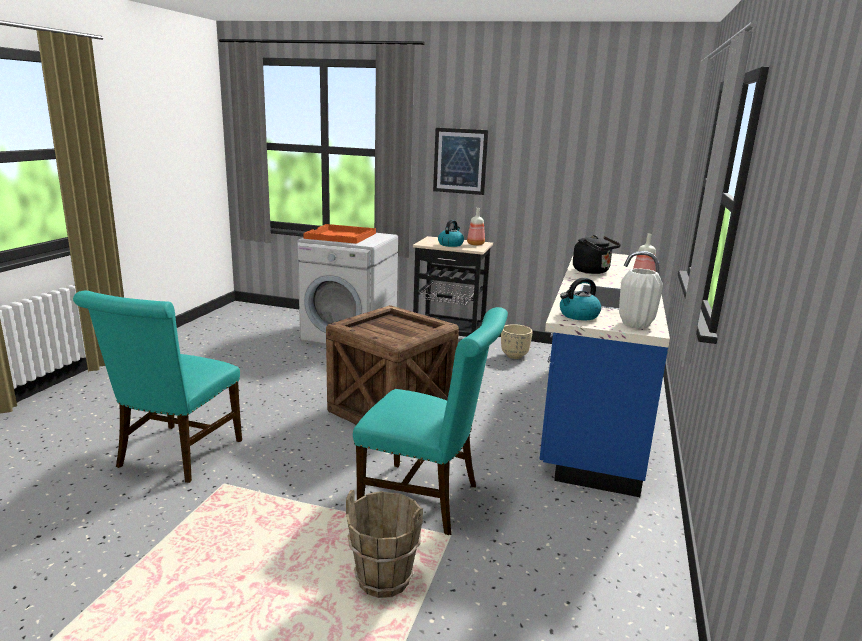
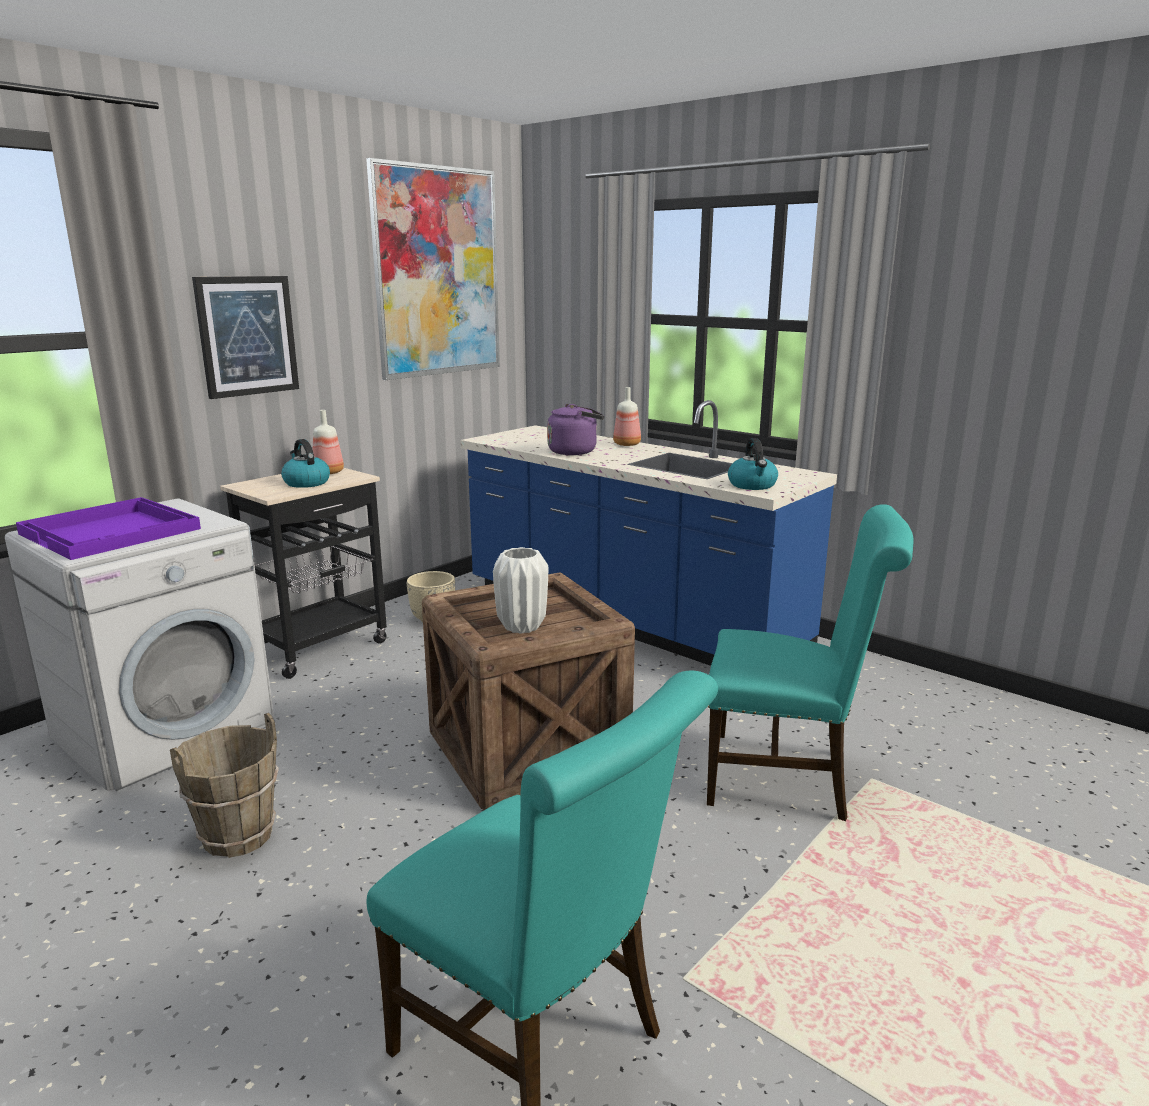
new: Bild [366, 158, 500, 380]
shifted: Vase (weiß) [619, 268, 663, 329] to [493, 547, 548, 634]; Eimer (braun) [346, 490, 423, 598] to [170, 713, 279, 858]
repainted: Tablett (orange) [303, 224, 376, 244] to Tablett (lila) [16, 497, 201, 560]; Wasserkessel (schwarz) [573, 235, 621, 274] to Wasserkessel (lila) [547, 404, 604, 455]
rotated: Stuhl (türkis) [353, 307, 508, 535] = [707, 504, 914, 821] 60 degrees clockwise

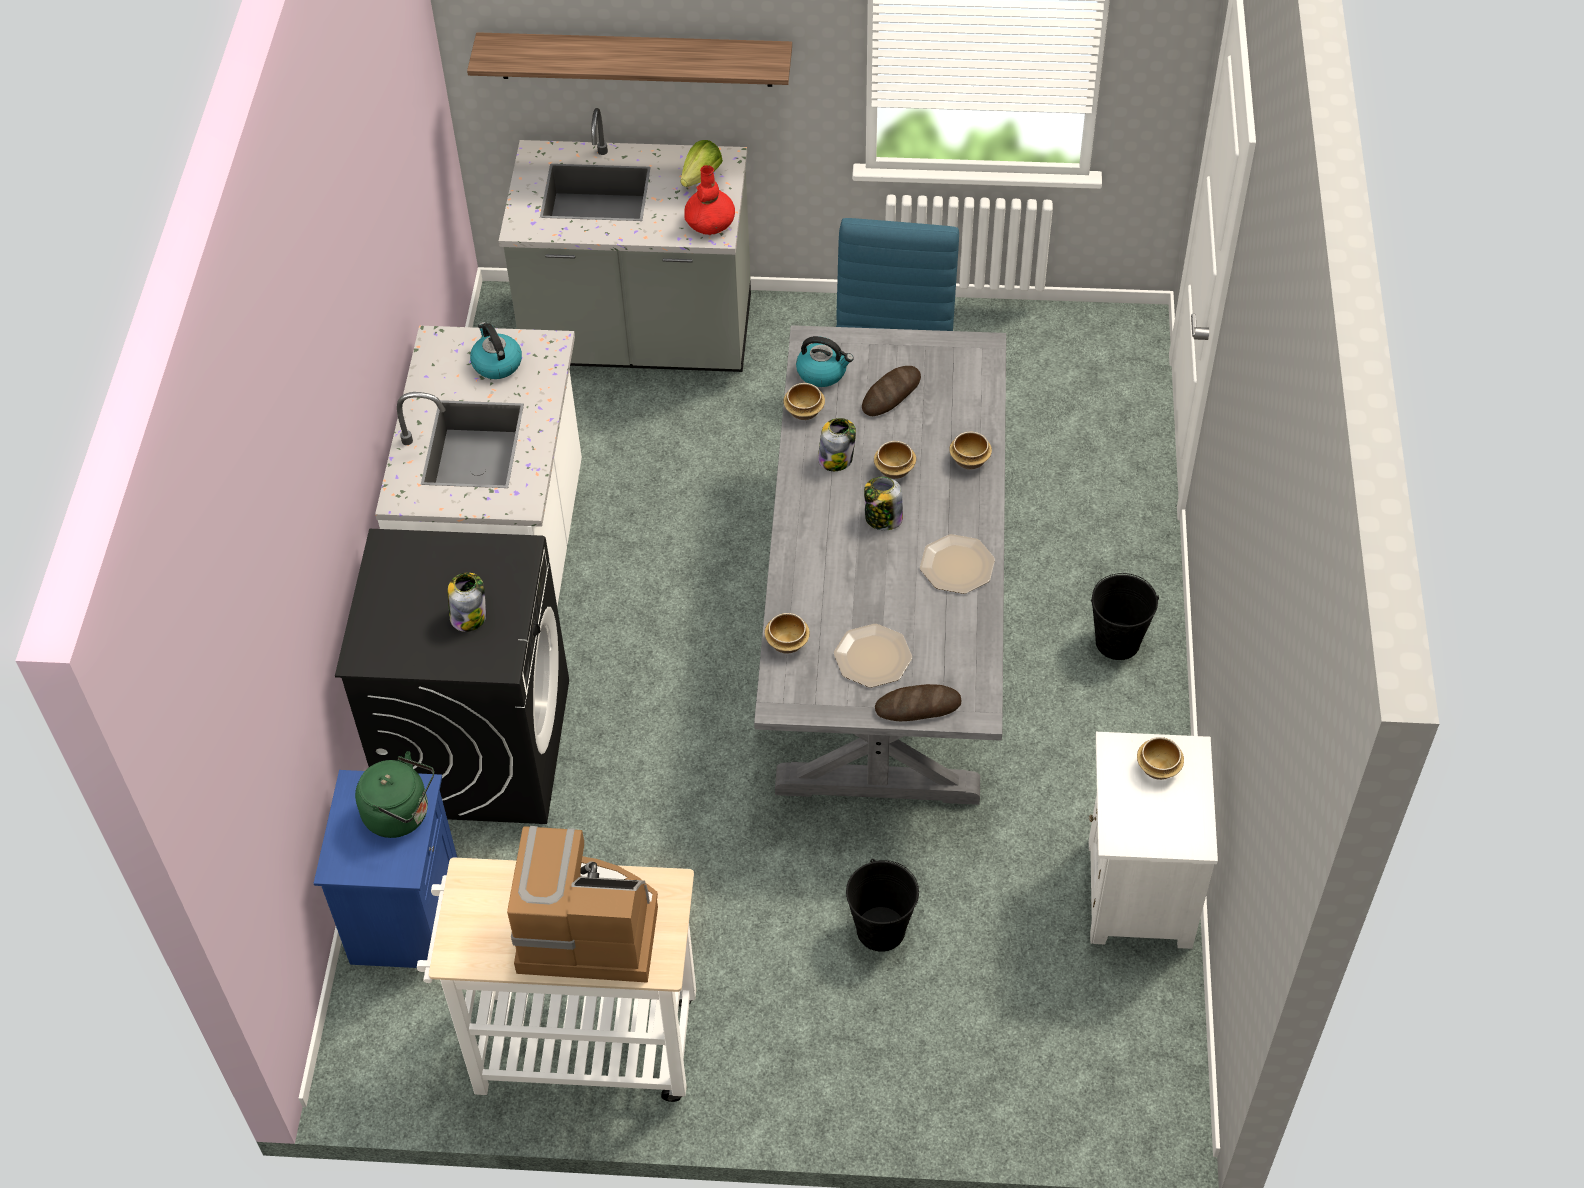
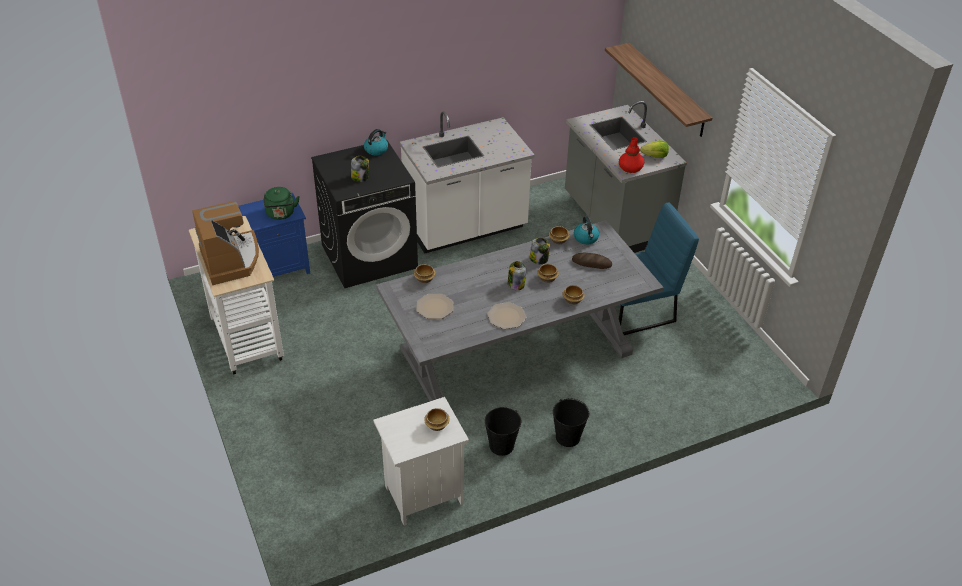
gone: Brot [875, 684, 961, 721]
shifted: Wasserkessel [470, 322, 522, 379] to [364, 129, 388, 156]; Eimer (schwarz) [846, 859, 919, 952] to [485, 407, 522, 456]

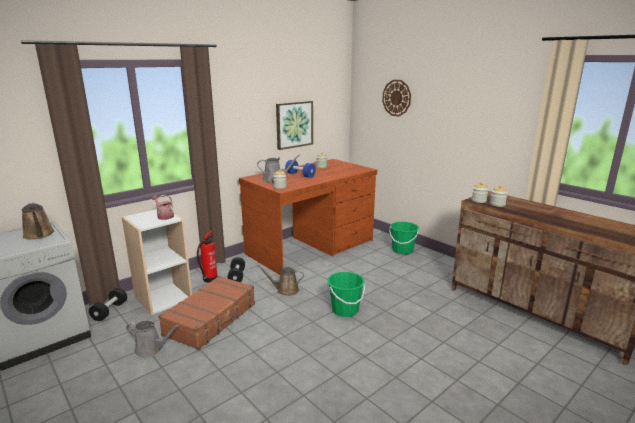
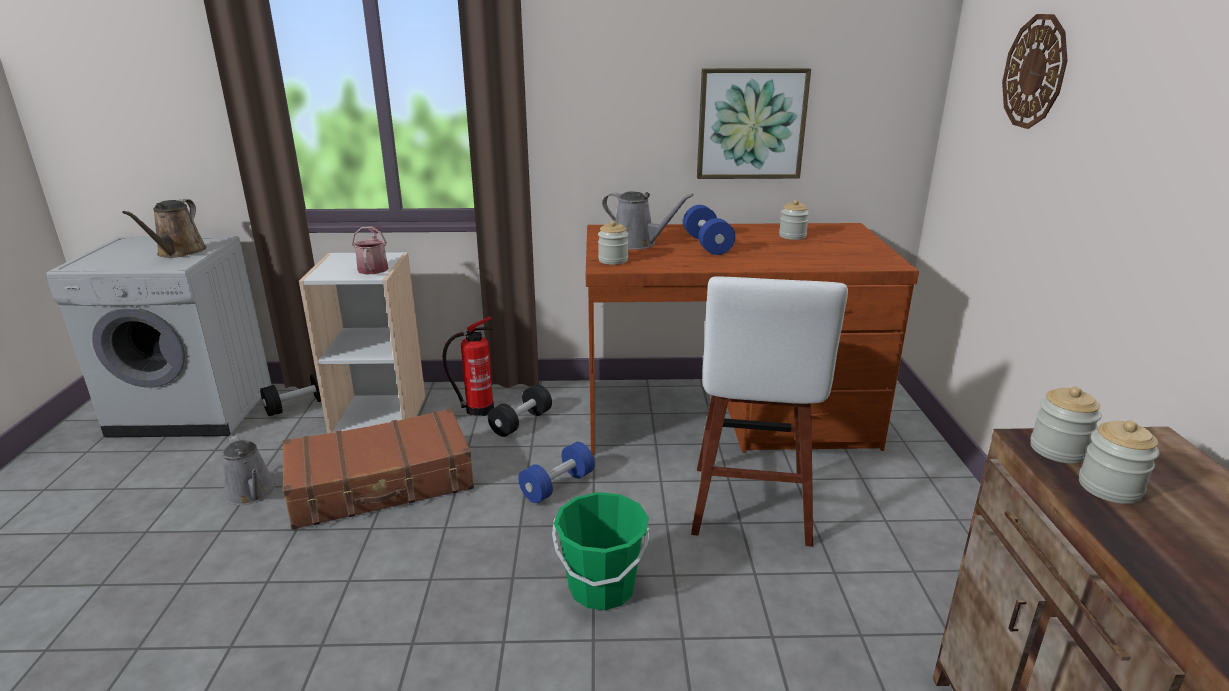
gone: Eimer (grün) [389, 222, 419, 255]
new: Hocker (weiß) [691, 276, 848, 547]
swapped: Gießkanne (braun) [257, 265, 304, 296] to Hantel (blau) [518, 442, 595, 503]

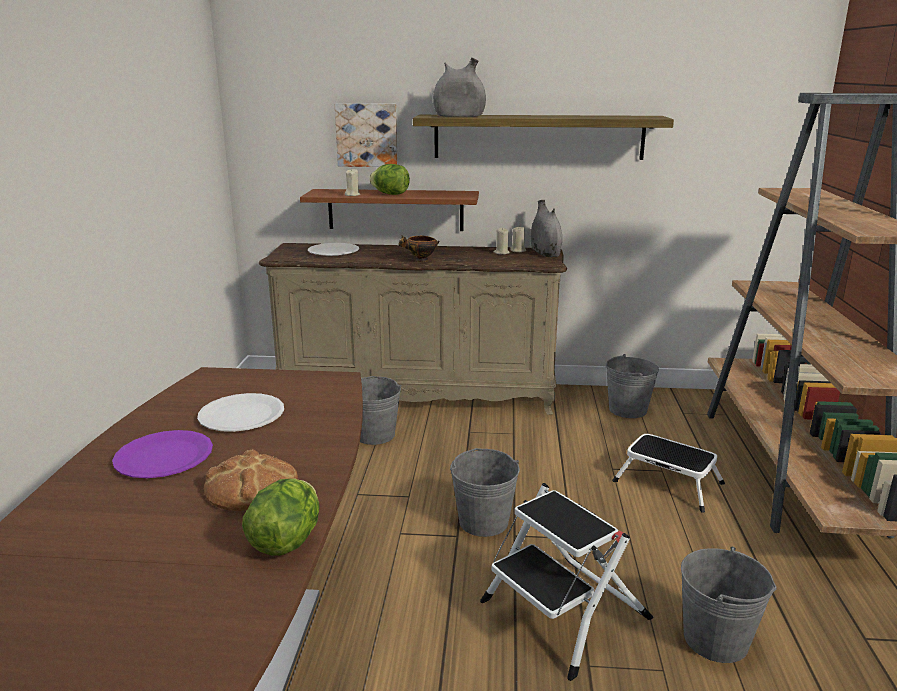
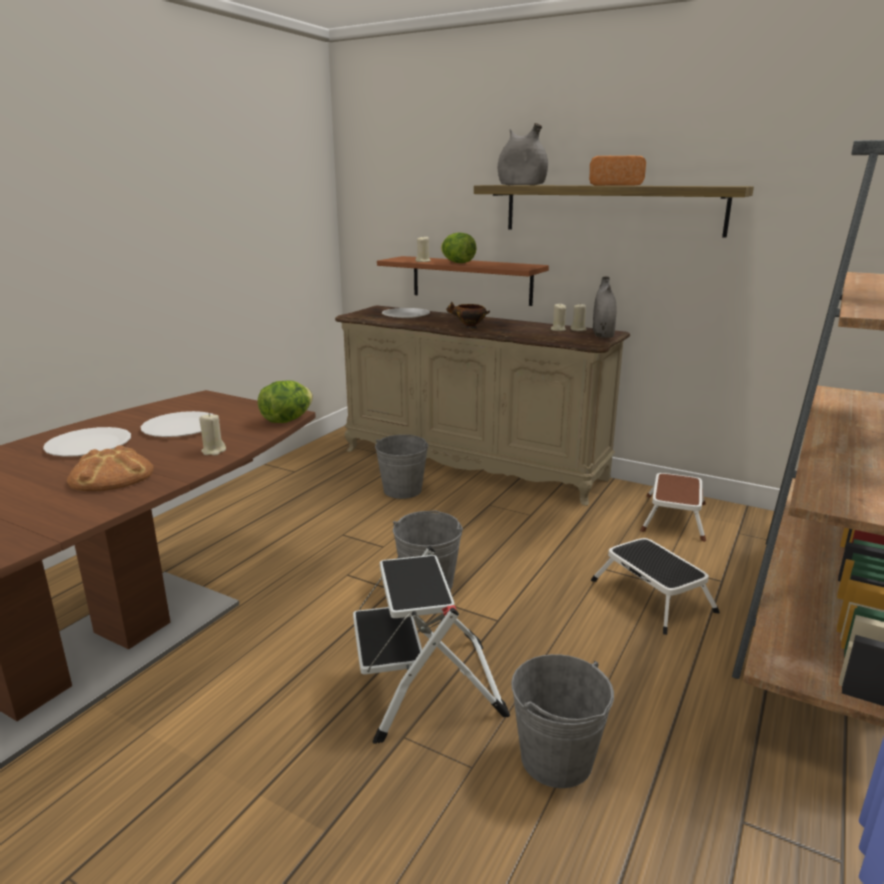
gone: Bild [335, 103, 398, 167]
new: Brot [589, 156, 646, 186]; Kerze (beige) [199, 413, 226, 456]
shifted: Salatkopf [242, 478, 320, 556] to [258, 381, 313, 423]
swapped: Eimer (grau) [606, 354, 659, 418] to Trittleiter (braun) [640, 473, 706, 542]
repainted: Teller (lila) [112, 430, 213, 478] to Teller (weiß) [43, 427, 131, 457]

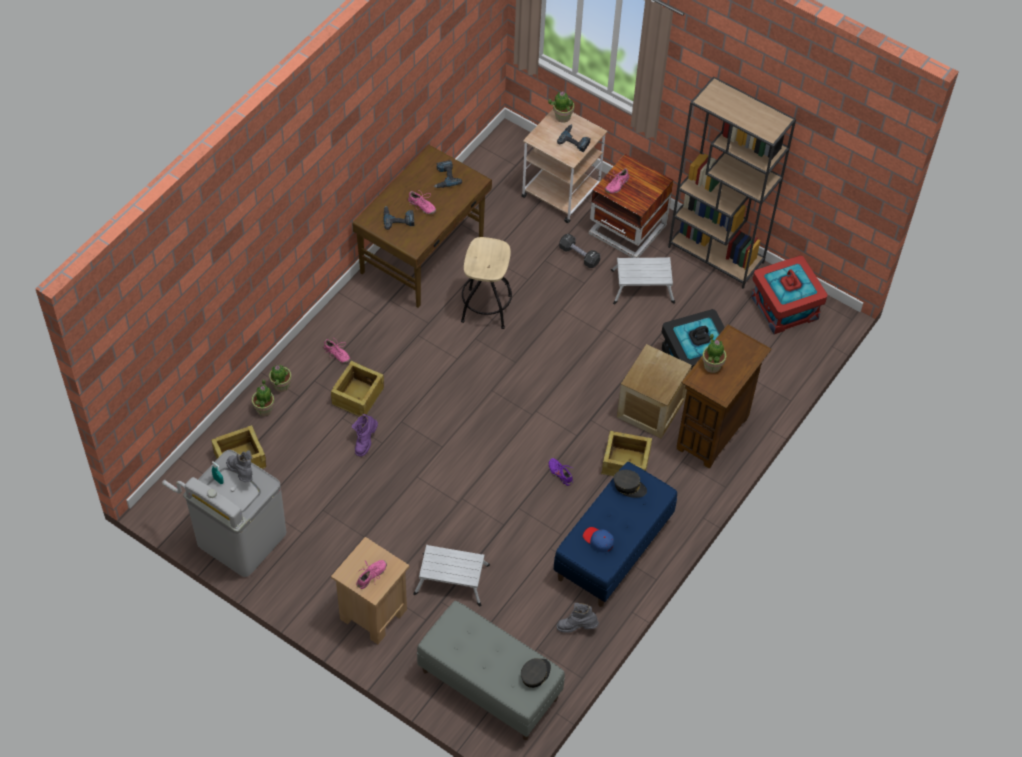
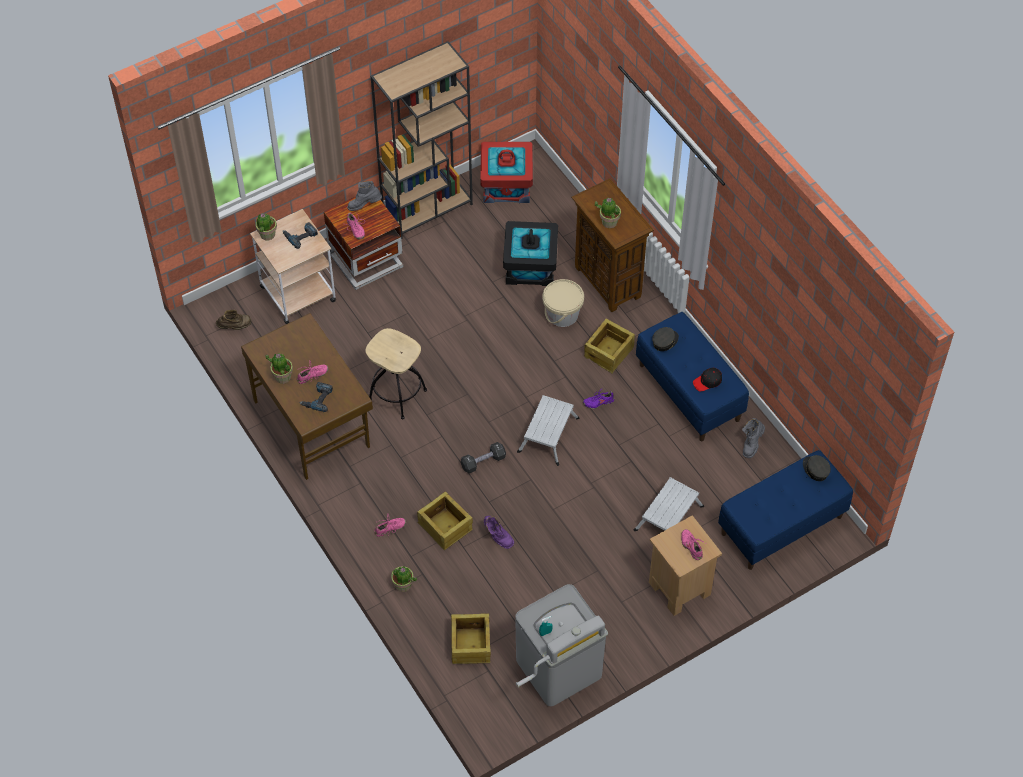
gone: Bohrmaschine [434, 160, 462, 188]
new: Stiefel (braun) [216, 310, 251, 330]
shifted: Hantel (schwarz) [559, 234, 600, 268] to [461, 442, 506, 473]; Trittleiter (weiß) [611, 257, 675, 305] to [517, 395, 580, 466]; Topfpflanze [252, 379, 274, 416] to [265, 353, 293, 384]; Stiefel (grau) [226, 450, 253, 482] to [347, 181, 382, 211]
swapped: Kiste [616, 344, 692, 439] to Eimer (beige) [542, 279, 584, 327]
repainted: Kappe (blau) [583, 527, 614, 553] to Kappe (schwarz) [693, 368, 722, 391]; Bank (grau) [417, 601, 565, 740] to Bank (blau) [718, 450, 853, 570]

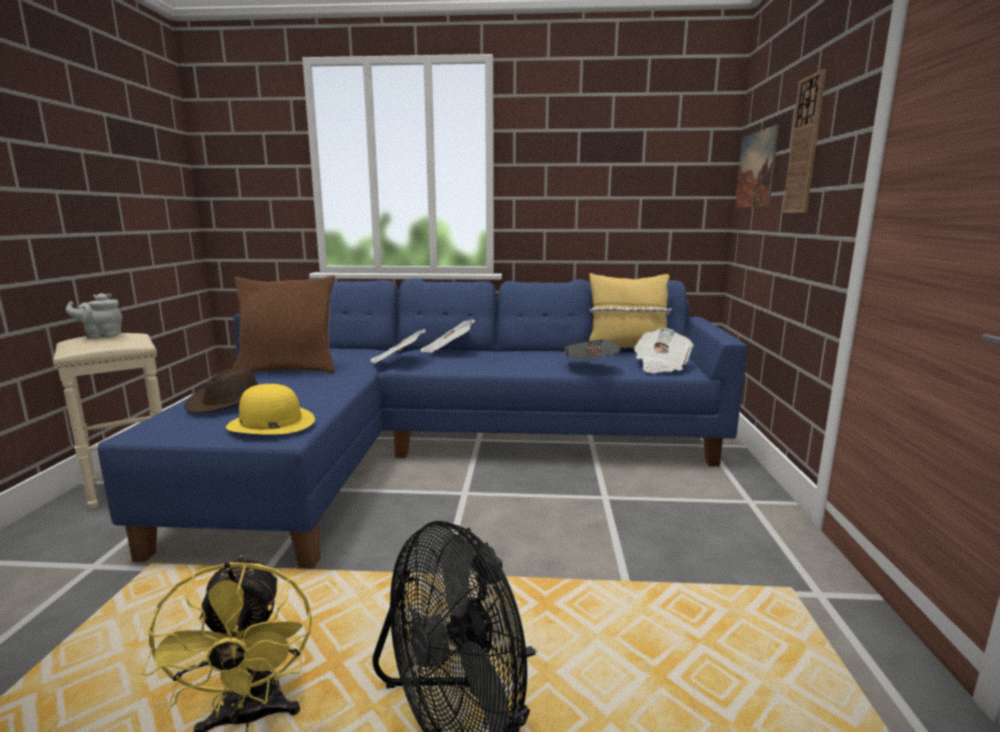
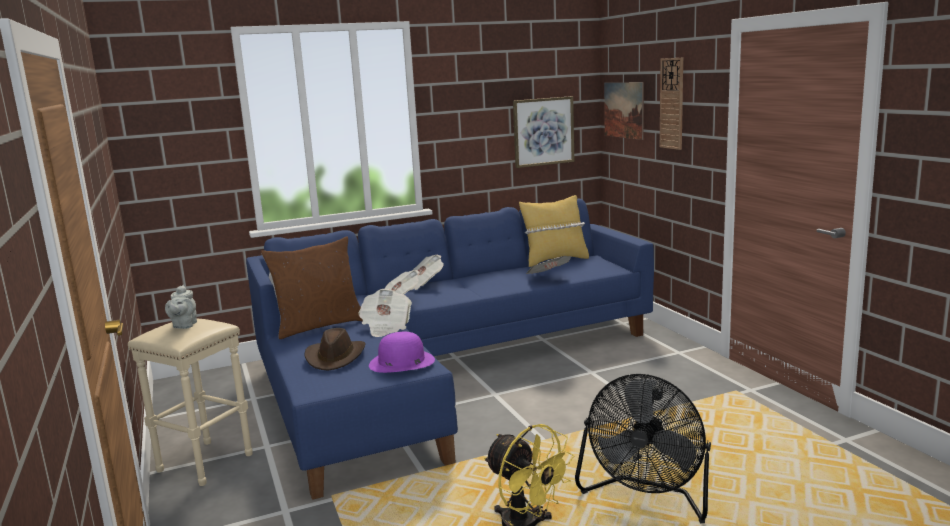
new: Bild [513, 96, 574, 168]
shifted: Zeitung [634, 328, 693, 373] to [358, 289, 412, 337]
repainted: Hut (gelb) [226, 384, 315, 435] to Hut (lila) [369, 332, 435, 373]
rotated: Teekanne (grau) [66, 293, 123, 339] = [165, 285, 197, 329] 45 degrees counterclockwise

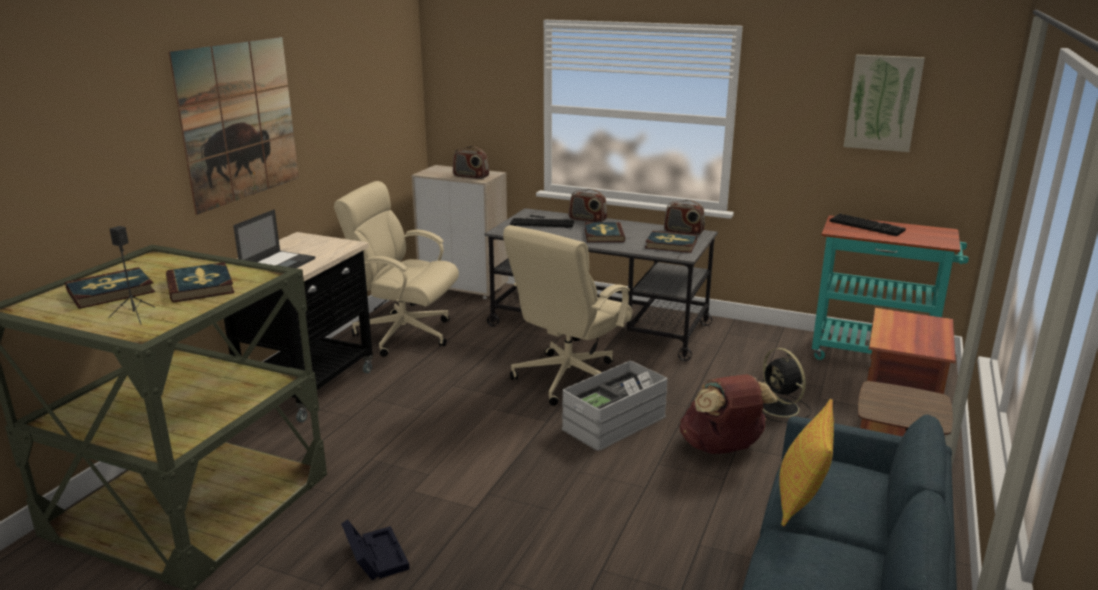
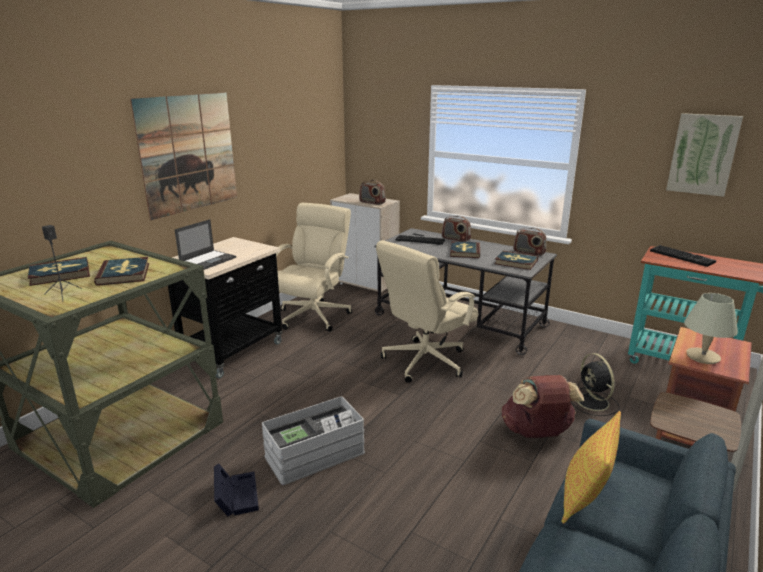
new: Tischlampe (beige) [684, 293, 738, 364]
shifted: Aufbewahrungsbox (grau) [562, 361, 667, 451] to [262, 397, 365, 485]
rotated: Bürostuhl (beige) [334, 181, 459, 357] = [276, 203, 352, 332] 90 degrees clockwise

